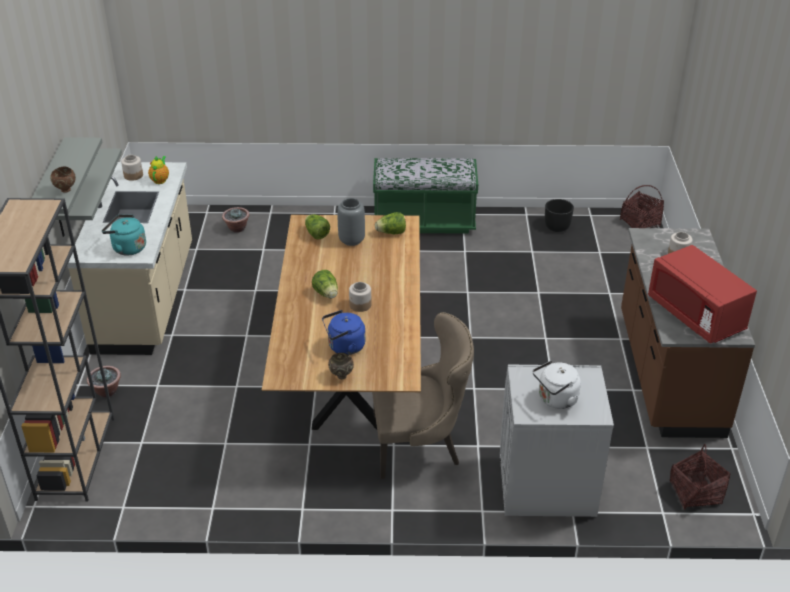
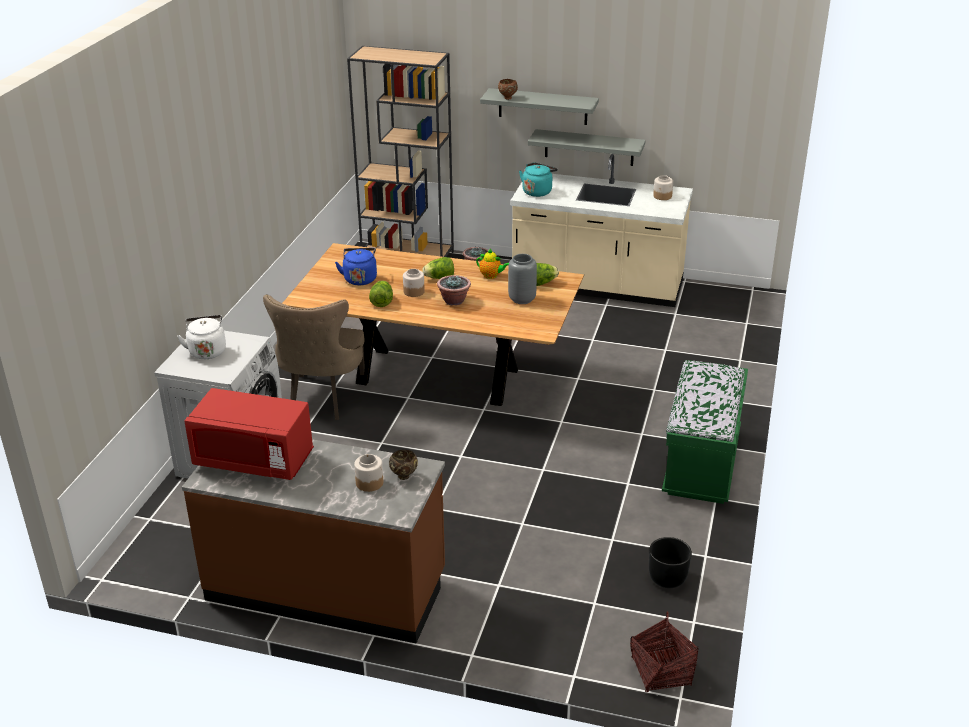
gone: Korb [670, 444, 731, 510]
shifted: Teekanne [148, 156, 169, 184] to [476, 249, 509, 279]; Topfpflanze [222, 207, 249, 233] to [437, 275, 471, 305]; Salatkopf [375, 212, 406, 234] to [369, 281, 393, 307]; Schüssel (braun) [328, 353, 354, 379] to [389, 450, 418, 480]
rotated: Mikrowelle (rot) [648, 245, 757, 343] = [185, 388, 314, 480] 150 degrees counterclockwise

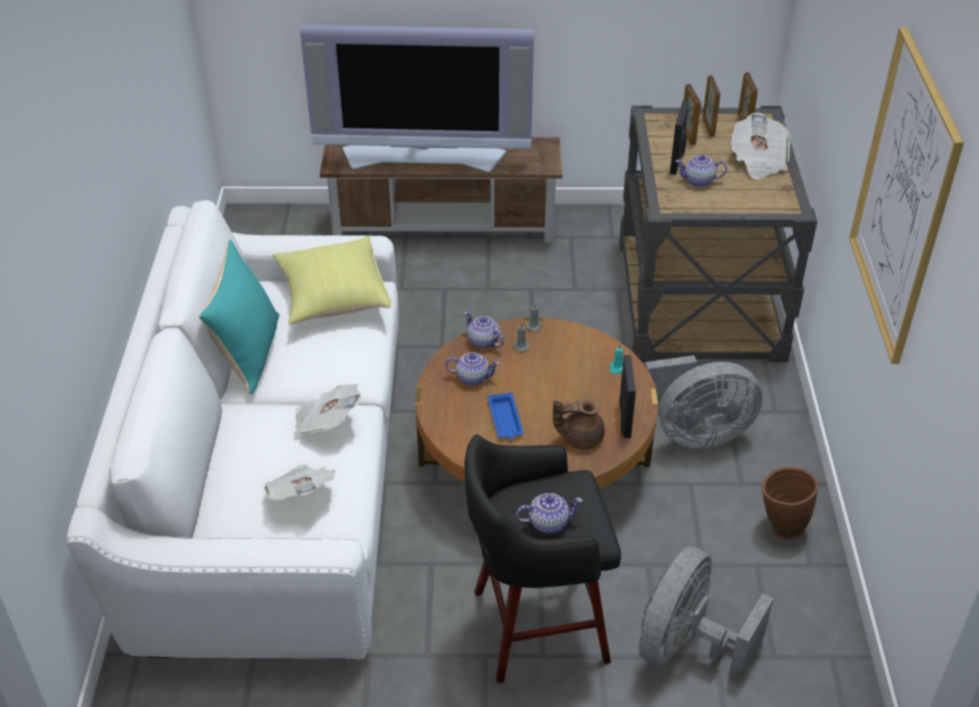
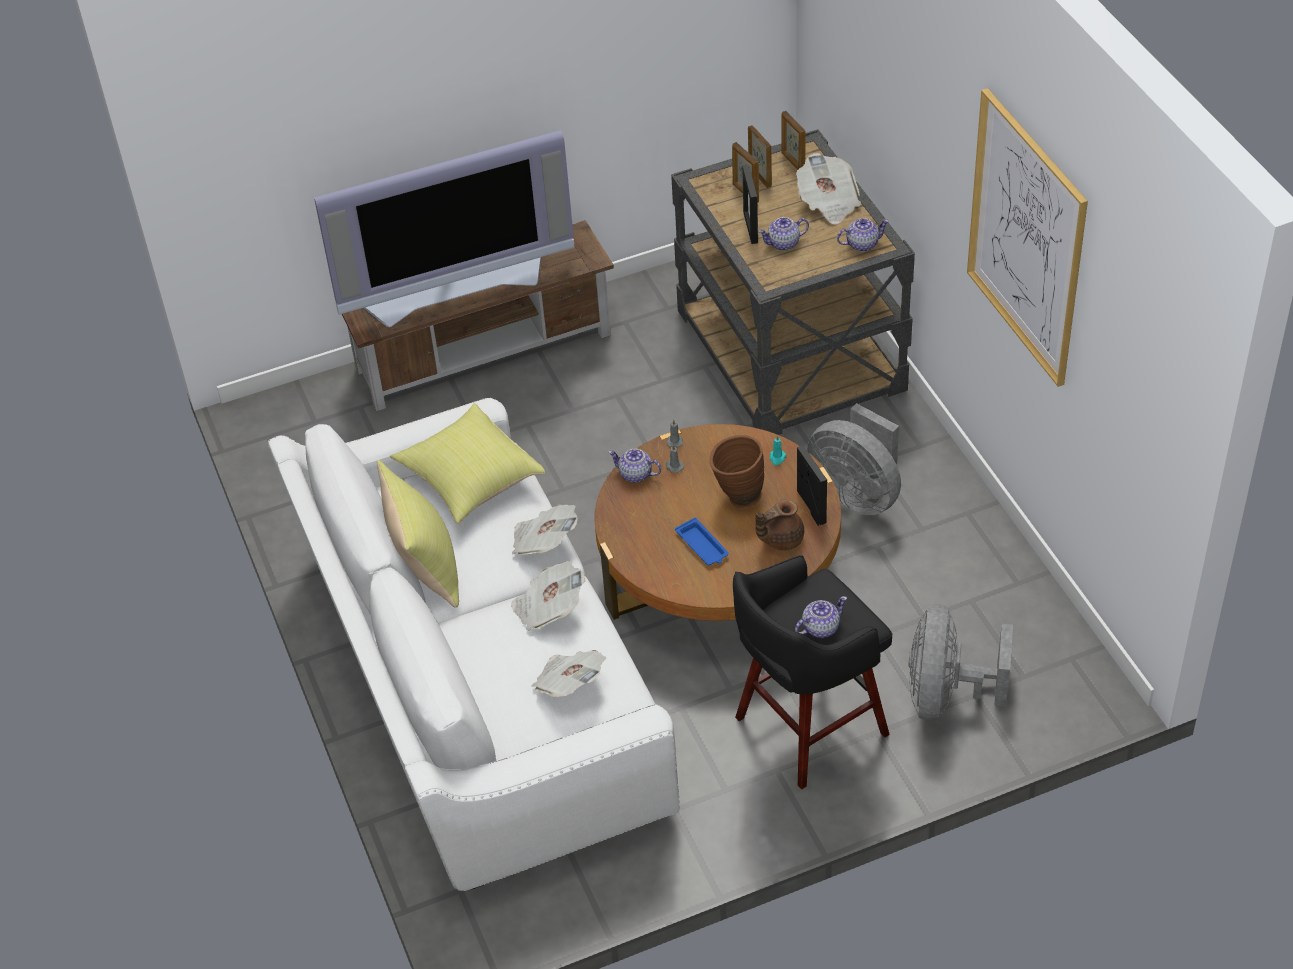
new: Zeitung [512, 505, 578, 555]
shifted: Teekanne [445, 352, 500, 386] to [837, 218, 889, 252]; Vase (braun) [762, 467, 818, 540] to [709, 435, 764, 508]
repainted: Kissen (türkis) [198, 240, 279, 395] to Kissen (gelb) [377, 460, 459, 608]
rotated: Ventilator (grau) [645, 355, 763, 448] = [807, 403, 901, 515] 75 degrees clockwise

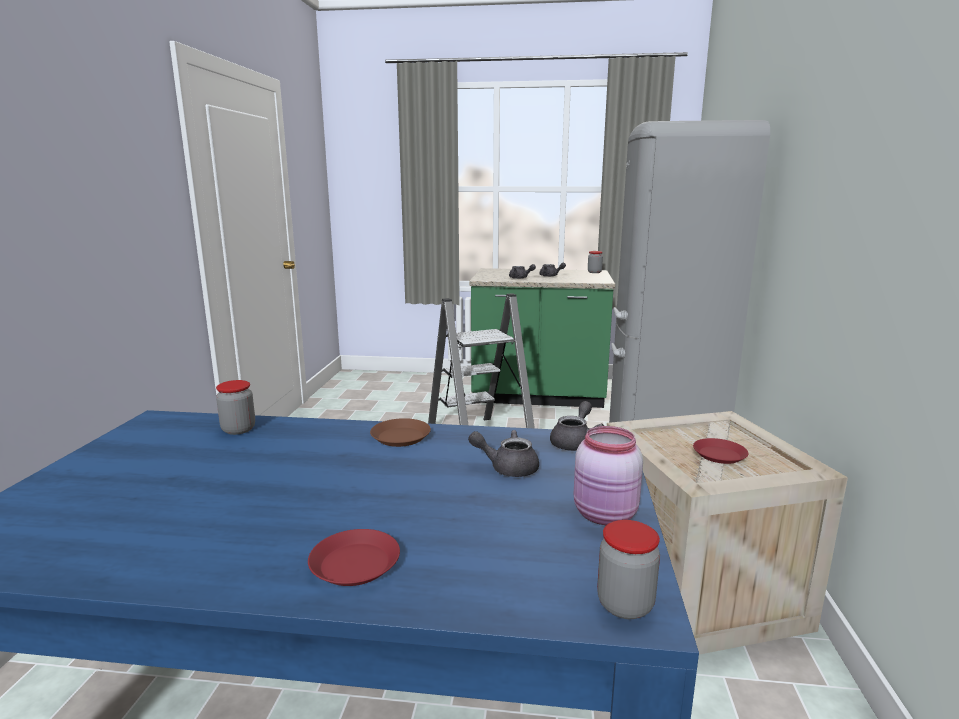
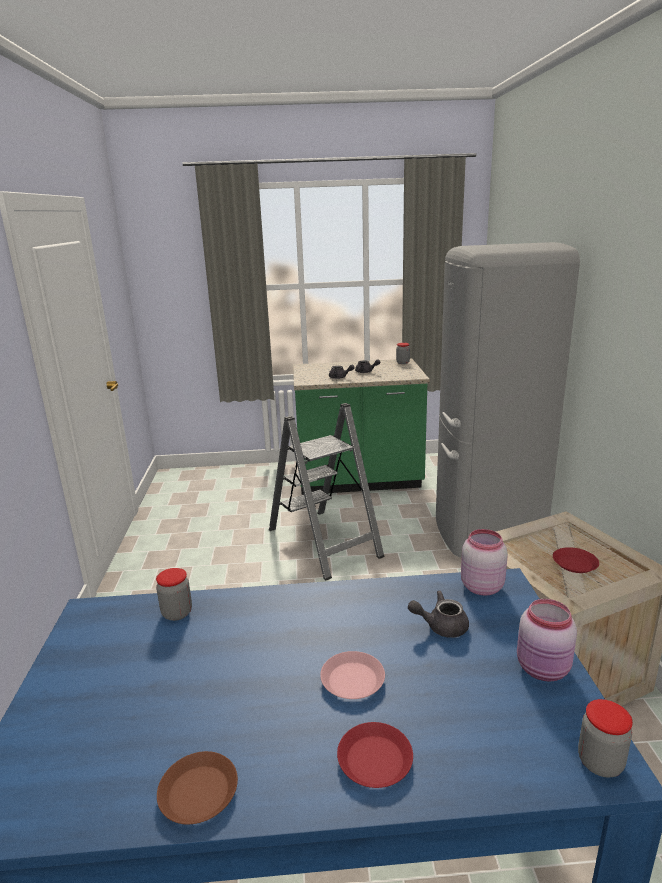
new: Teller (rosa) [320, 651, 385, 699]
shifted: Teller (braun) [370, 418, 431, 447] to [157, 751, 238, 824]
swapped: Teekanne (grau) [550, 401, 604, 451] to Vorratsglas (rosa) [461, 529, 508, 596]

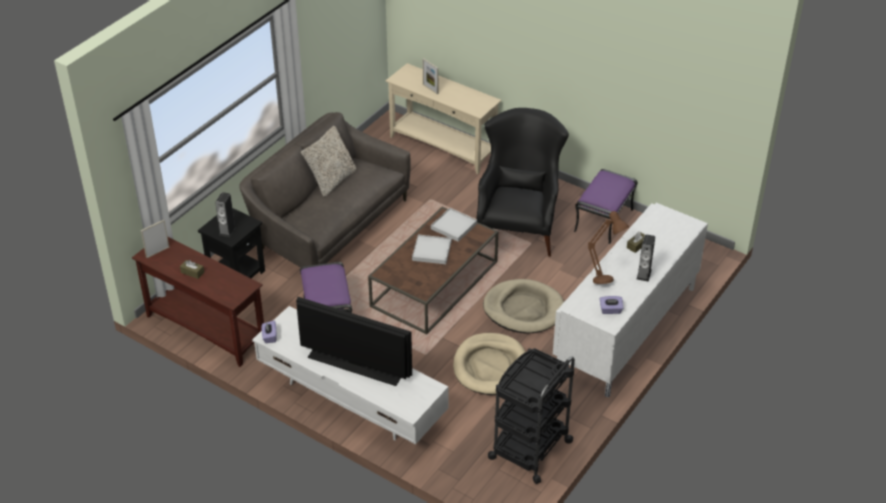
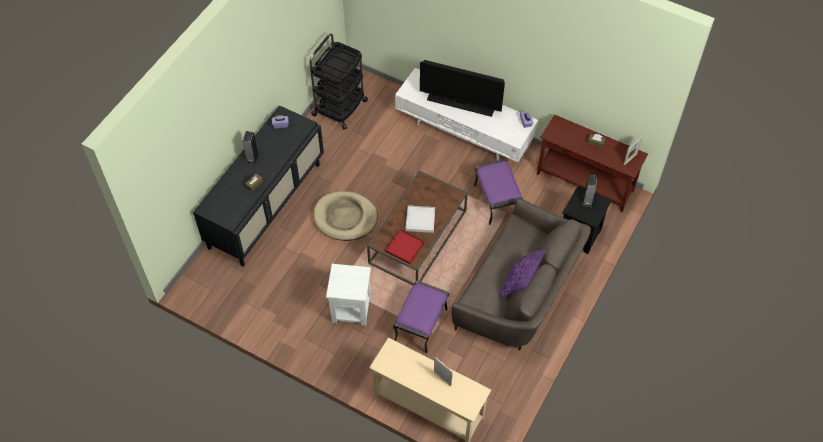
gone: Tischlampe (braun) [588, 211, 629, 284]; Hundebett (beige) [453, 333, 526, 395]
shifted: Polsterhocker (lila) [574, 169, 638, 244] to [393, 281, 449, 354]
swapped: Sessel (schwarz) [477, 108, 569, 257] to Beistelltisch (weiß) [326, 264, 371, 326]
repainted: Kissen (beige) [301, 126, 356, 197] to Kissen (lila) [500, 250, 546, 299]; Schrank (weiß) [553, 203, 708, 397] to Schrank (schwarz) [193, 105, 324, 266]; Tablett (weiß) [431, 208, 477, 242] to Tablett (rot) [385, 229, 424, 264]

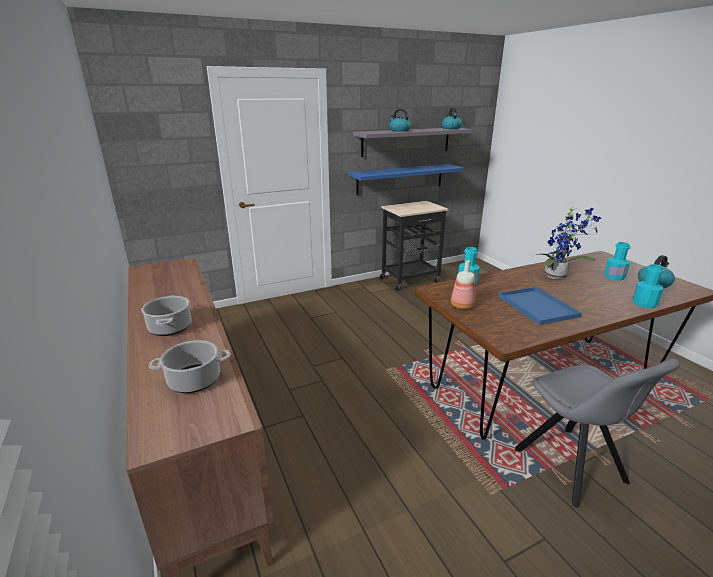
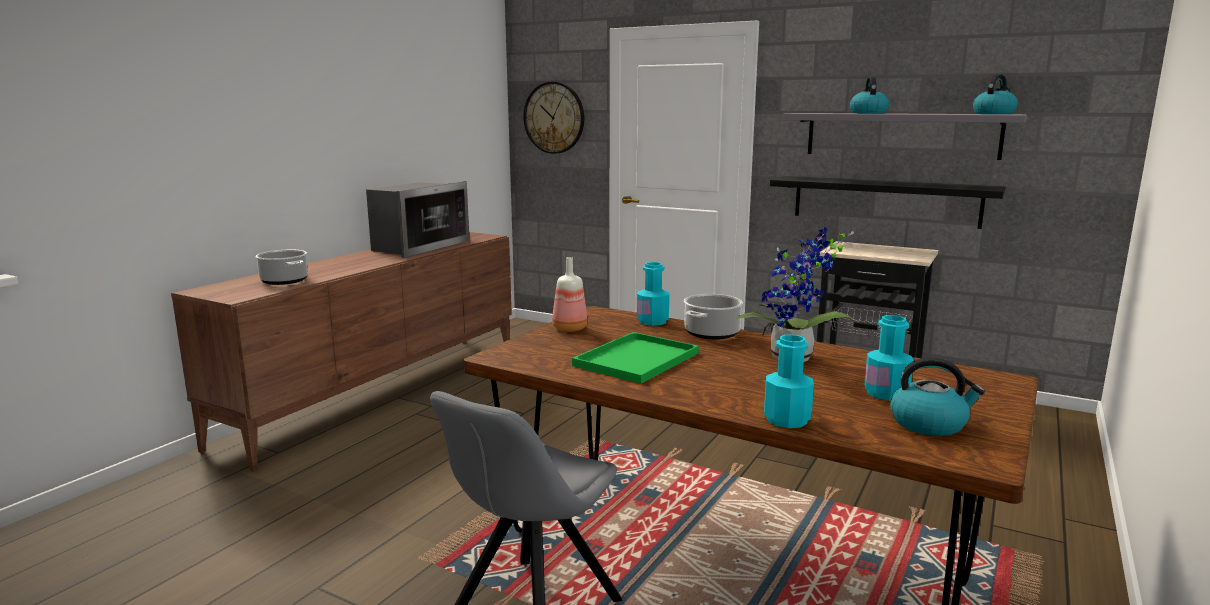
new: Wanduhr [523, 81, 584, 154]; Mikrowelle [366, 181, 470, 258]
shifted: Kochtopf [141, 296, 192, 336] to [684, 294, 743, 340]
repainted: Wandregal (blau) [348, 164, 464, 195] to Wandregal (schwarz) [770, 176, 1005, 229]; Tablett (blau) [498, 287, 582, 325] to Tablett (grün) [572, 332, 699, 384]

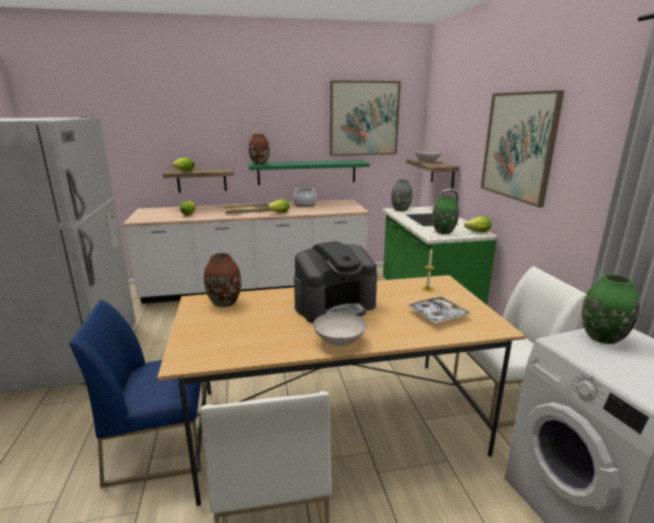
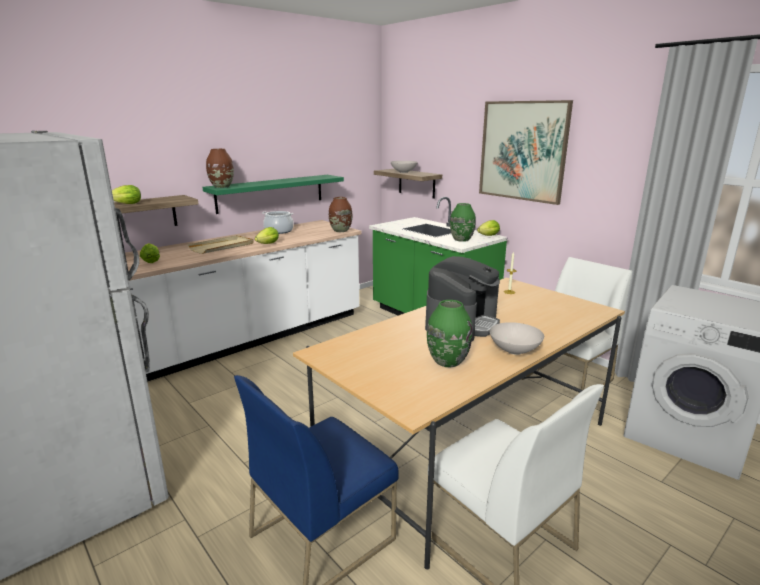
gone: Bild [330, 80, 401, 156]; Vase (grau) [391, 180, 413, 211]; Tablett [409, 296, 471, 324]
shifted: Vase (braun) [204, 253, 241, 307] to [329, 197, 352, 232]; Vase (grün) [582, 274, 640, 344] to [427, 300, 472, 367]

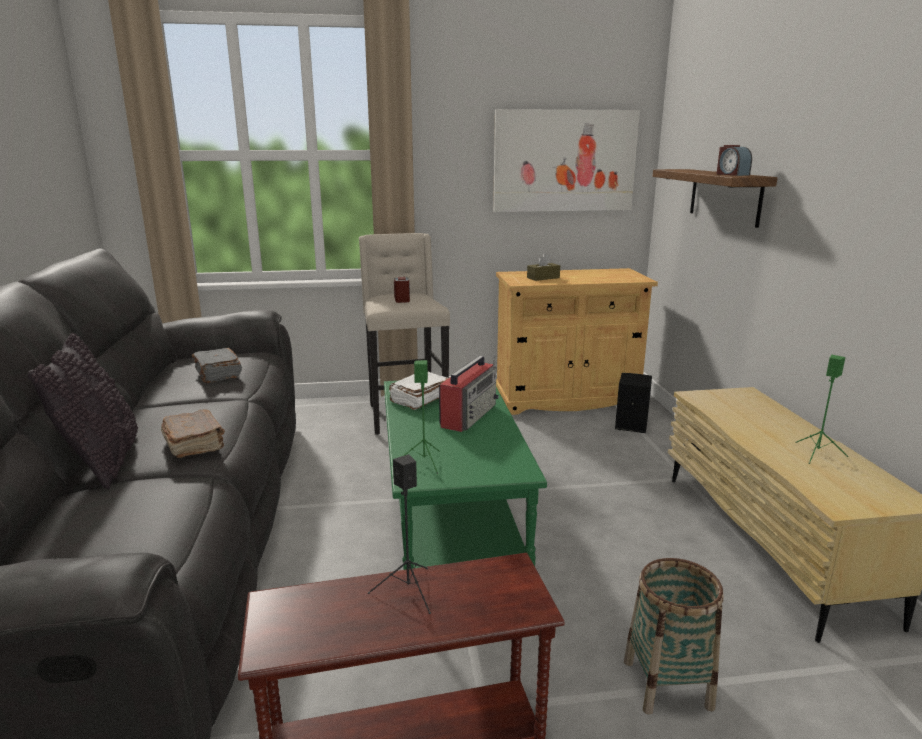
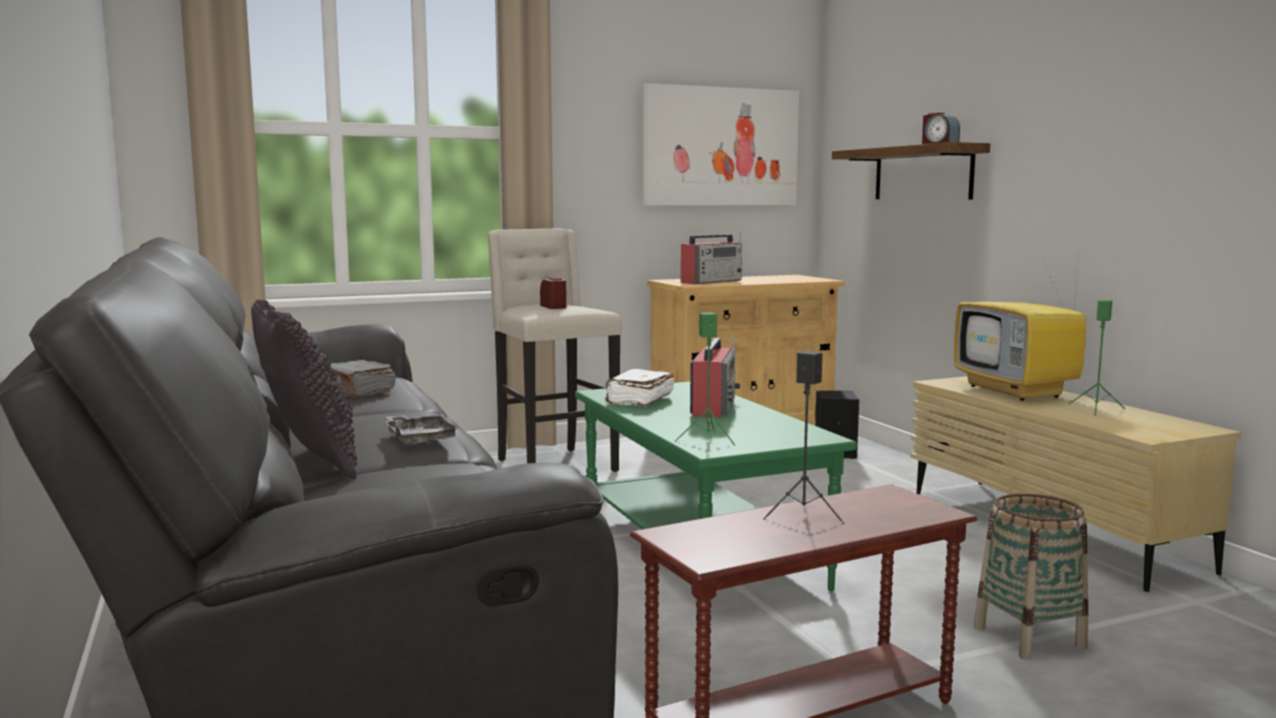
new: Fernseher [954, 242, 1086, 401]
swapped: Taschentuchbox (braun) [527, 253, 560, 281] to Radio [681, 232, 742, 284]; Buch (braun) [161, 409, 225, 458] to Tablett (grau) [384, 414, 460, 444]

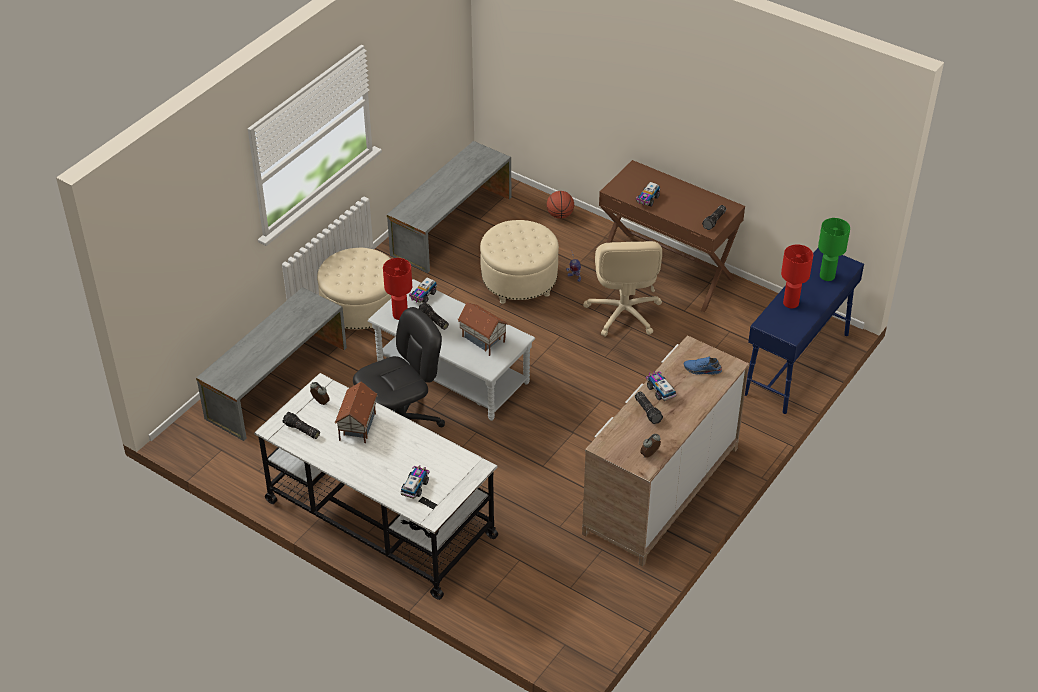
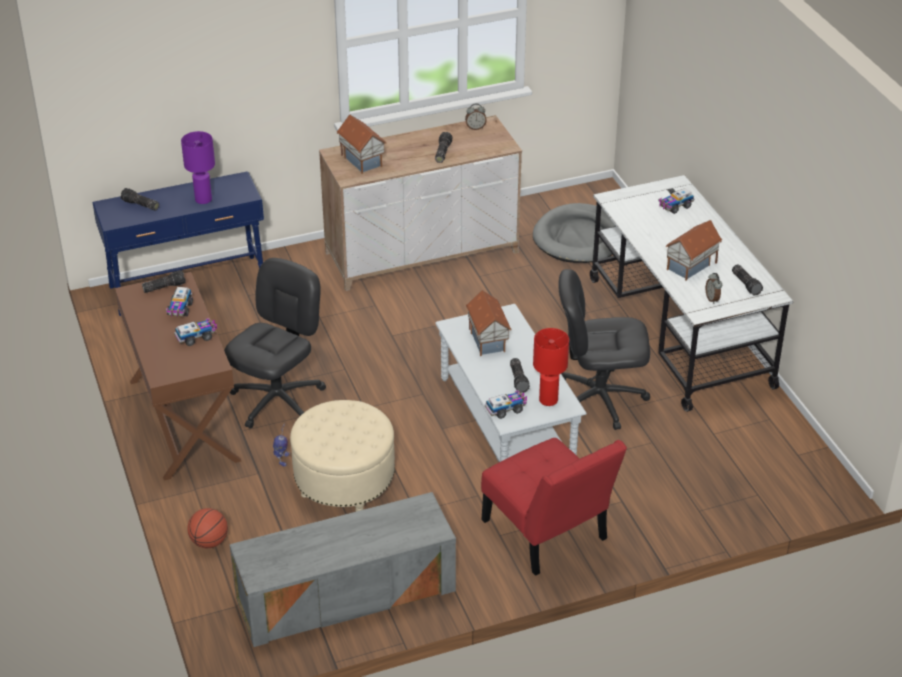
gone: Bank (grau) [196, 287, 347, 441]
new: Hundebett (grau) [533, 203, 615, 263]
shifted: Spielzeuglaster [646, 371, 676, 401] to [166, 287, 193, 317]
swapped: Tischlampe (grün) [818, 218, 850, 281] to Taschenlampe [121, 188, 159, 211]; Polsterhocker (beige) [317, 248, 391, 330] to Stuhl (rot) [481, 438, 627, 576]; Schuh (blau) [684, 357, 722, 375] to Spielzeughaus [337, 115, 387, 174]
repainted: Bürostuhl (beige) [583, 241, 662, 337] to Bürostuhl (schwarz) [224, 258, 326, 429]; Tischlampe (rot) [781, 244, 813, 308] to Tischlampe (lila) [181, 131, 215, 204]

